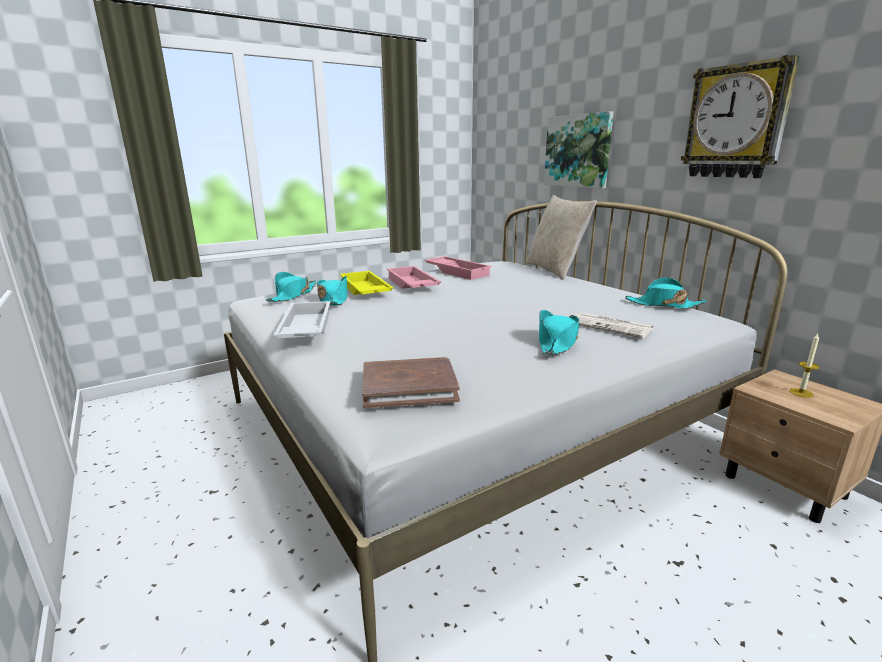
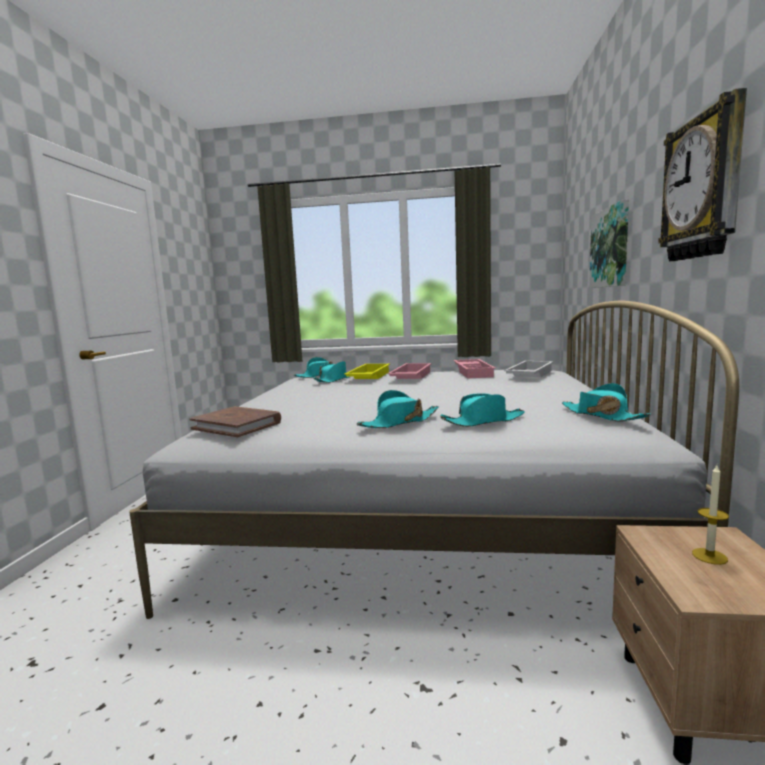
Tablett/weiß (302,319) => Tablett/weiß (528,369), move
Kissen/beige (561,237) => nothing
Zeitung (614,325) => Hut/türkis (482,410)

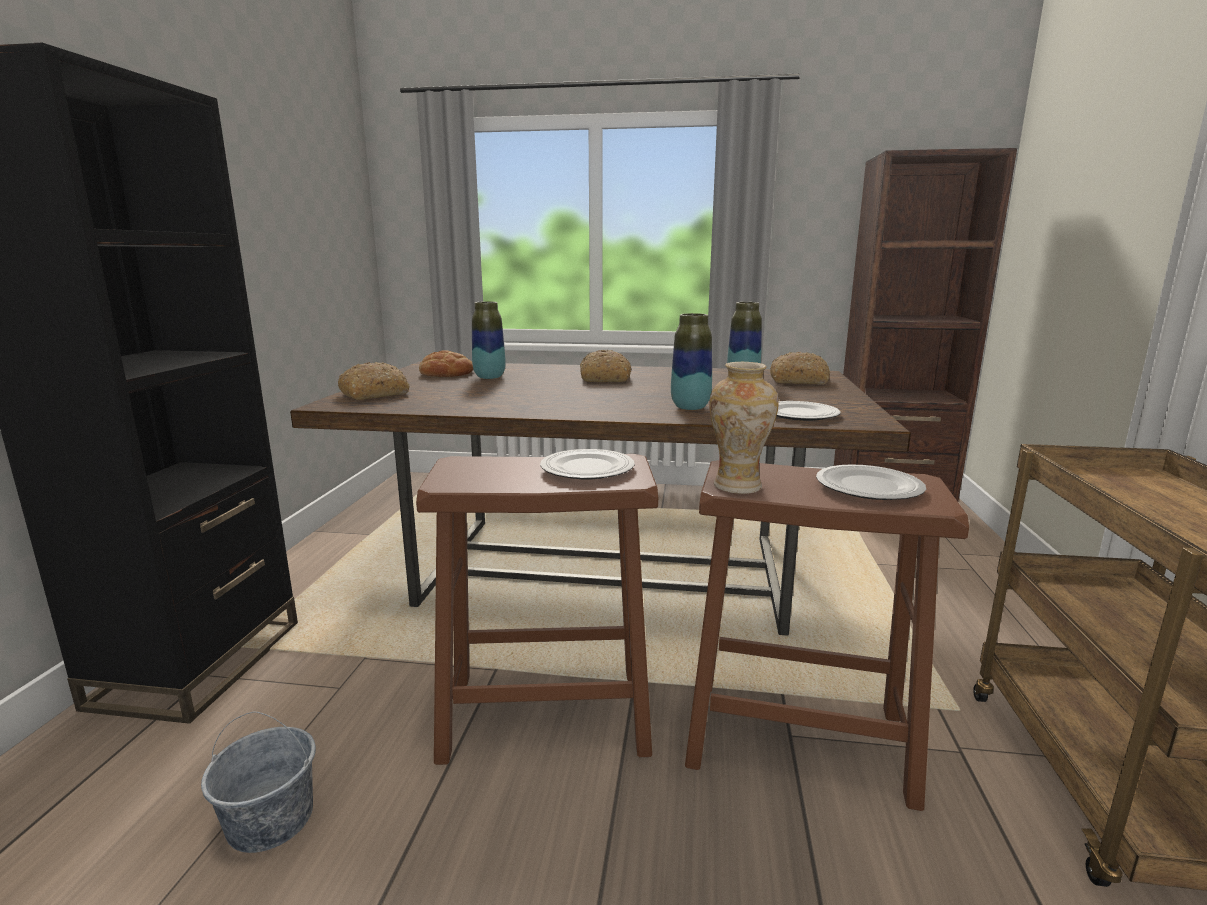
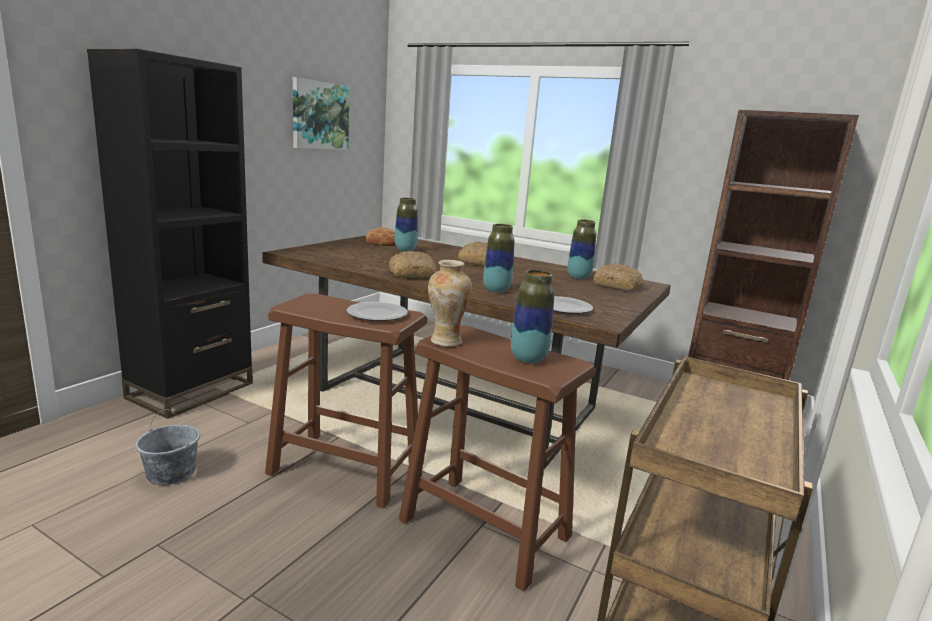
Brot (374,381) => Brot (412,264), move
Teller (871,482) => Vase (532,316)
nothing => Bild (321,113)

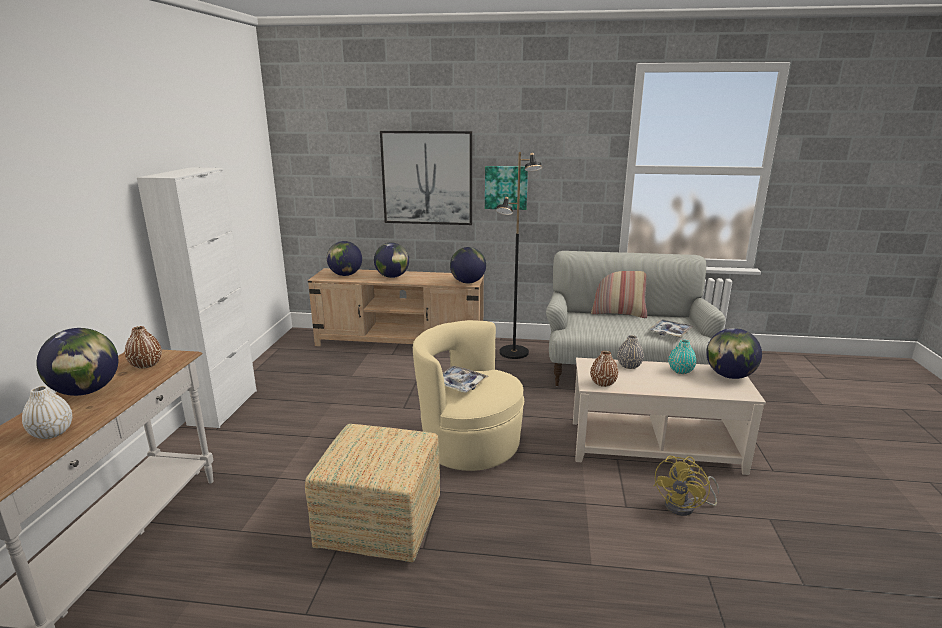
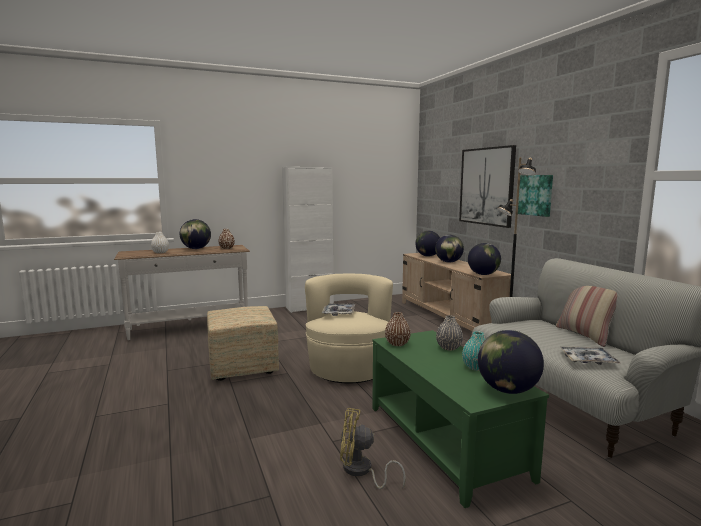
Couchtisch/beige (669,416) => Couchtisch/grün (460,419)

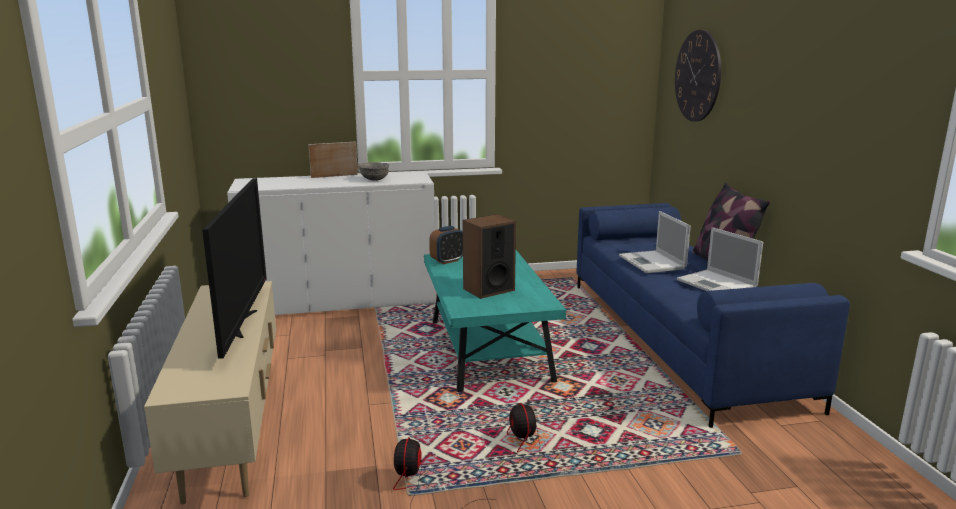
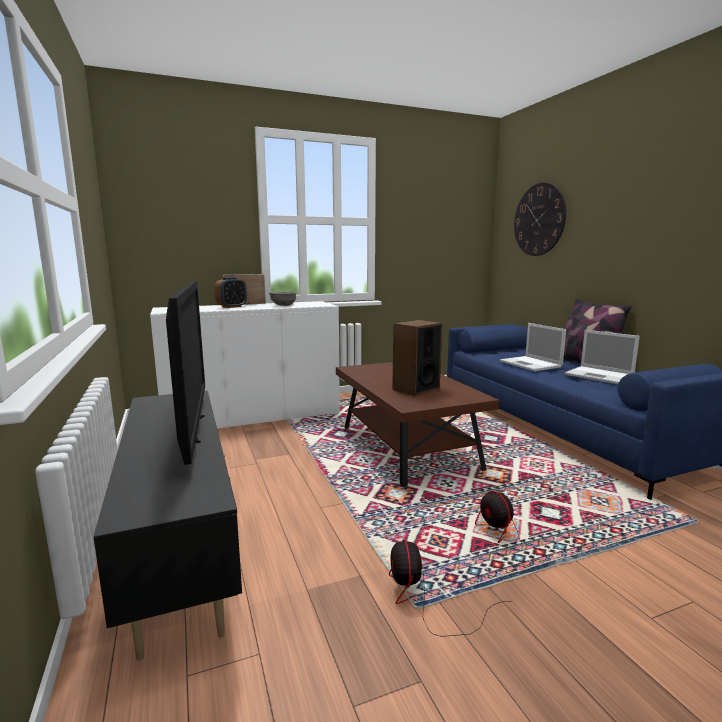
Fernsehschrank/beige (210,393) => Fernsehschrank/schwarz (167,525)
Couchtisch/türkis (495,321) => Couchtisch/braun (417,424)
Wecker (446,245) => Wecker (231,292), move

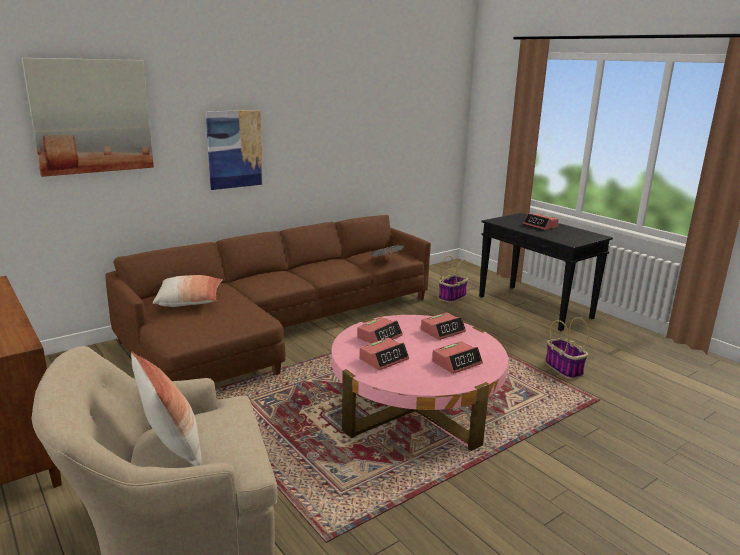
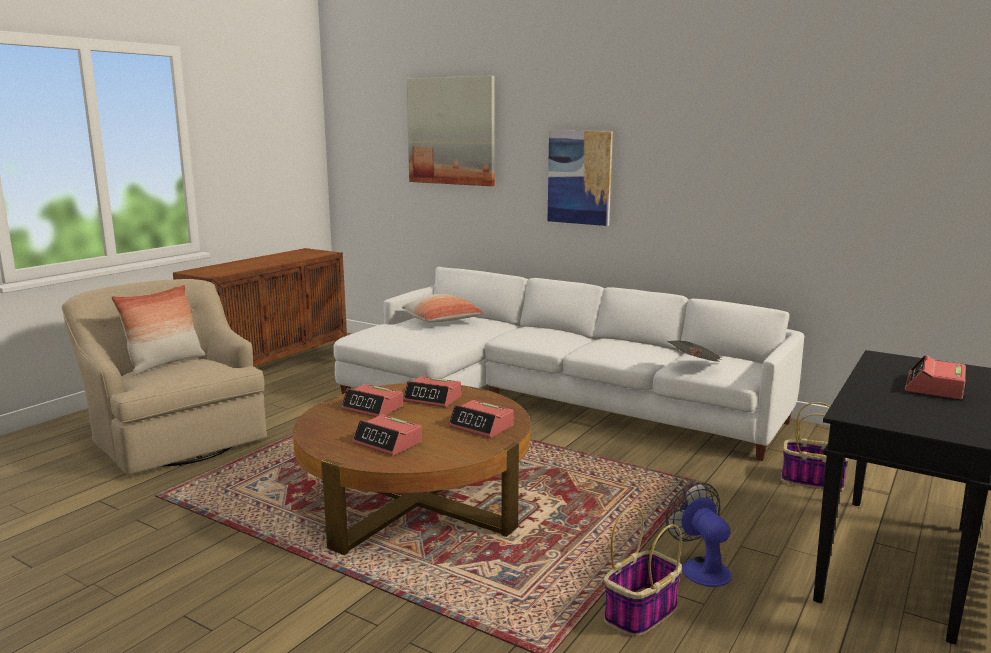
Sofa/braun (268,299) => Sofa/weiß (568,364)
Couchtisch/rosa (419,383) => Couchtisch/braun (412,469)
nothing => Ventilator (699,534)

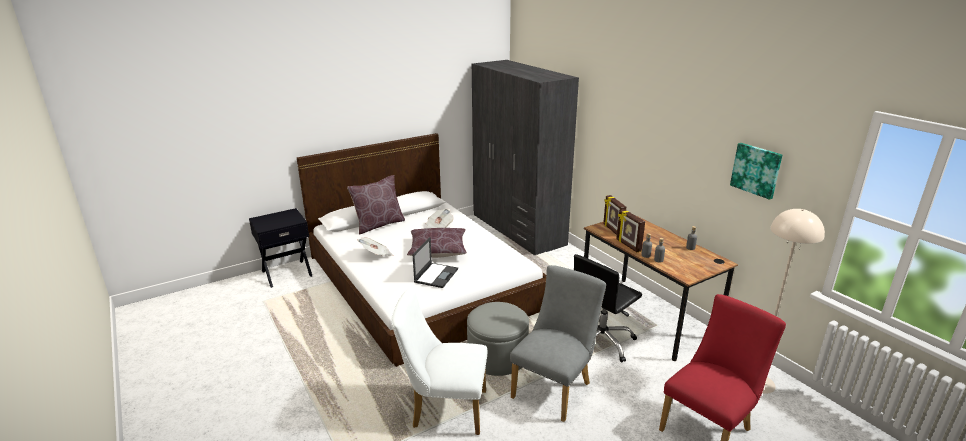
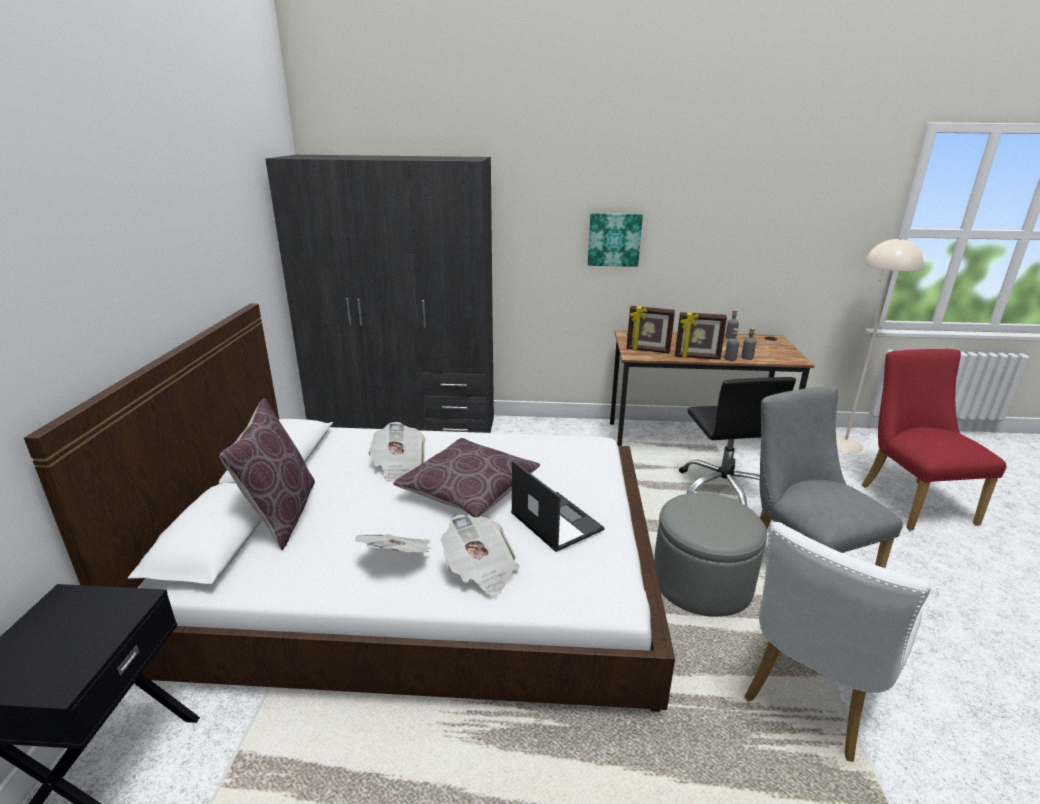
Bild (756,171) => Bild (615,240), move
nothing => Zeitung (480,555)

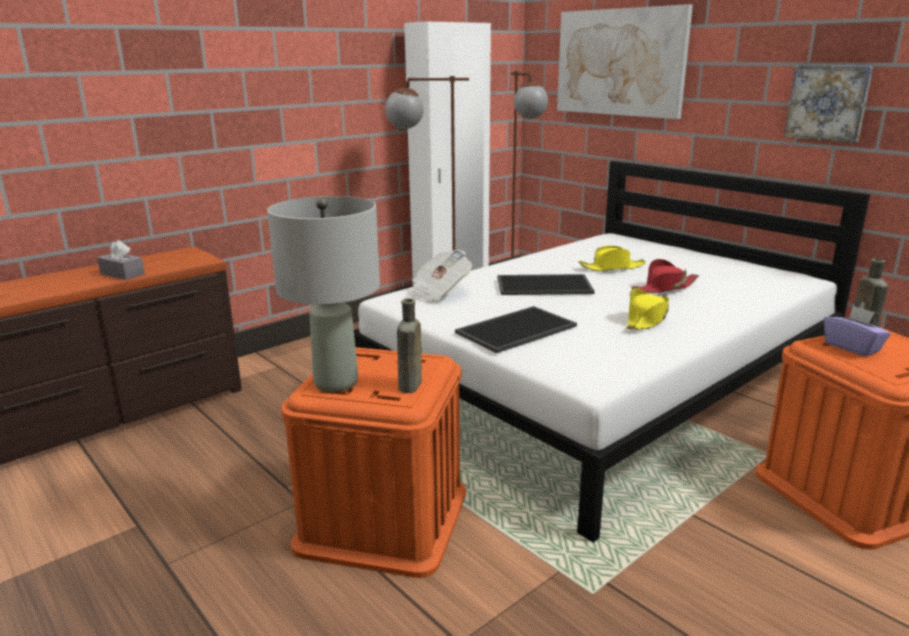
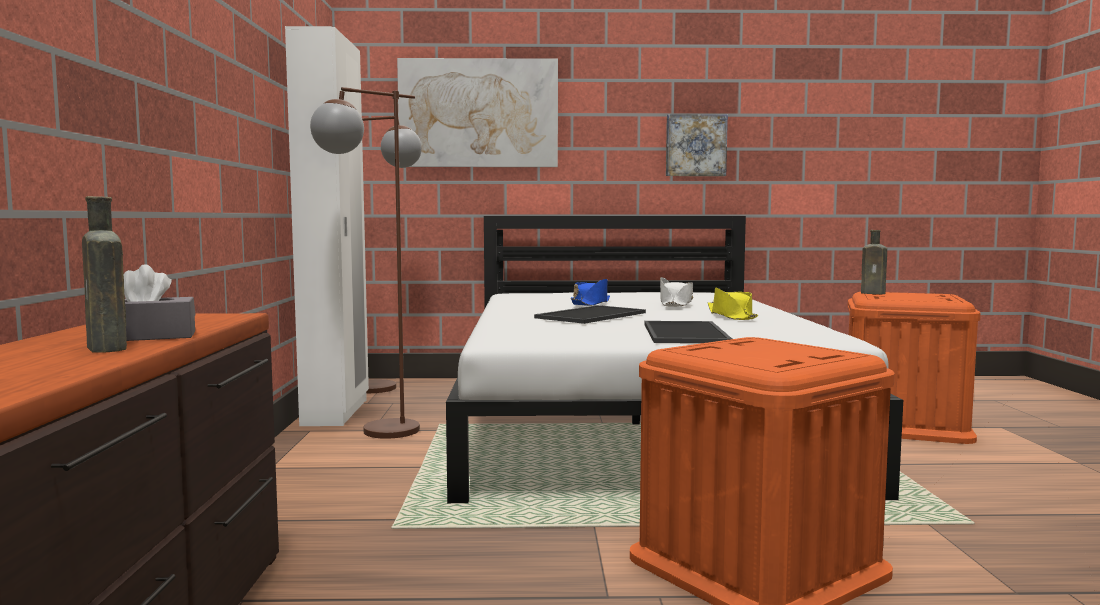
Tischlampe/grau (323,294) => nothing
Flasche/braun (409,345) => Flasche/braun (104,274), move
Zeitung (439,275) => nothing
Hut/gelb (612,258) => Hut/blau (590,292)
Hut/rot (665,276) => Hut/weiß (676,292)
Taschentuchbox/lila (857,330) => nothing

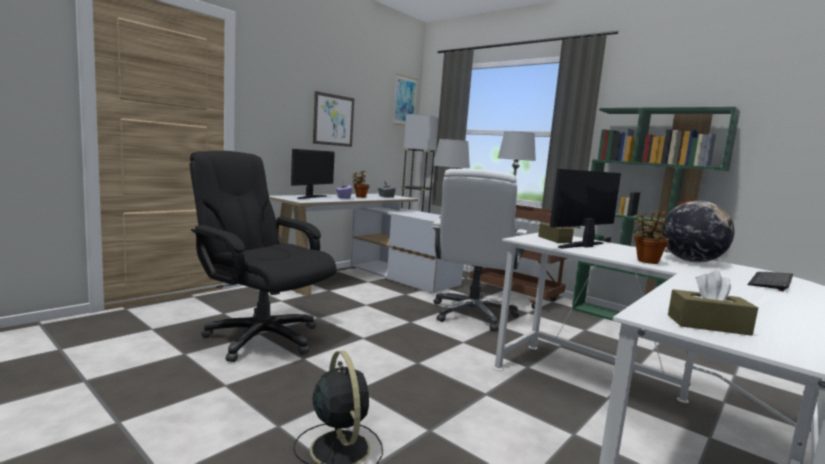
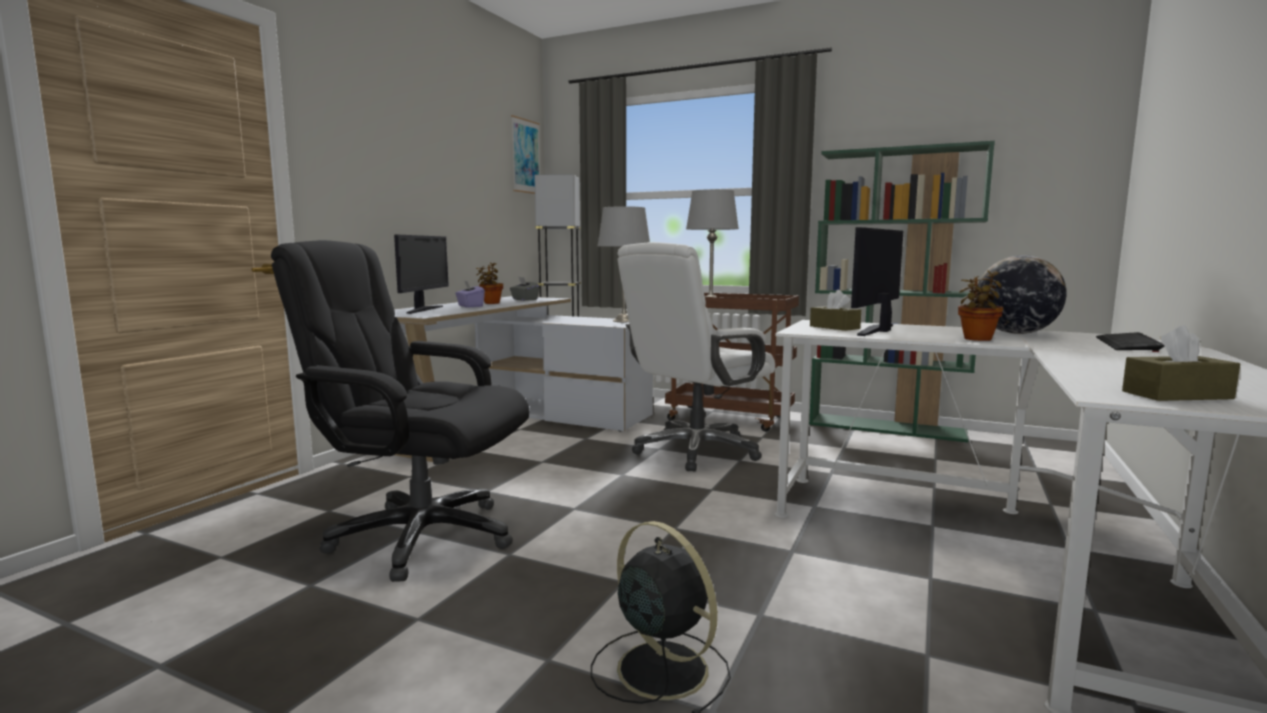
Bild (333,119) => nothing
Bürostuhl/weiß (480,250) => Bürostuhl/weiß (696,357), 45 degrees clockwise

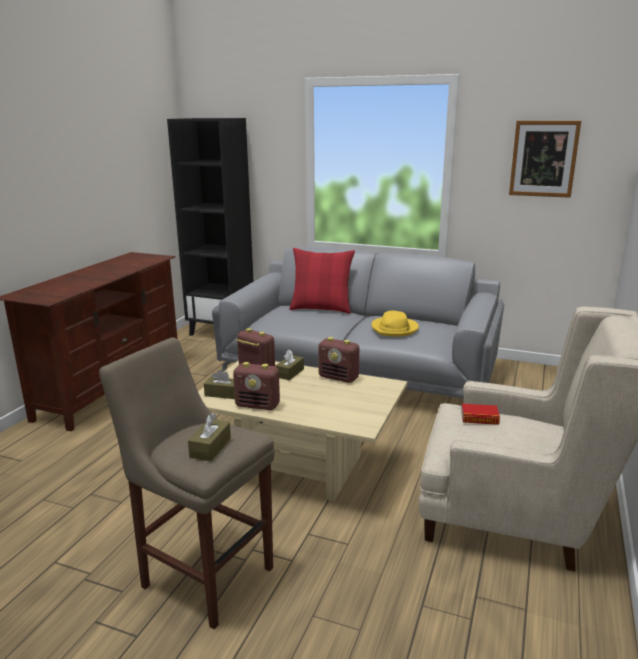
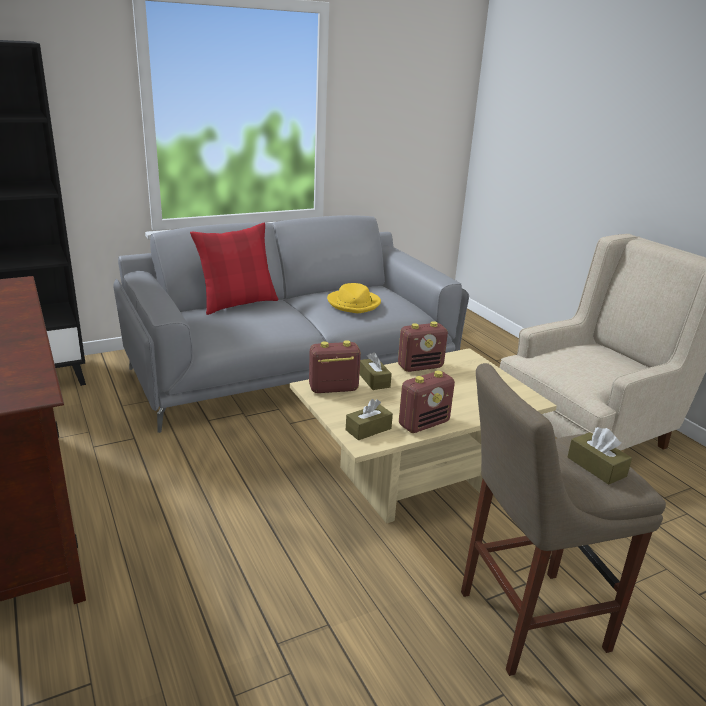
Buch (480,414) => nothing
Bild (545,159) => nothing

